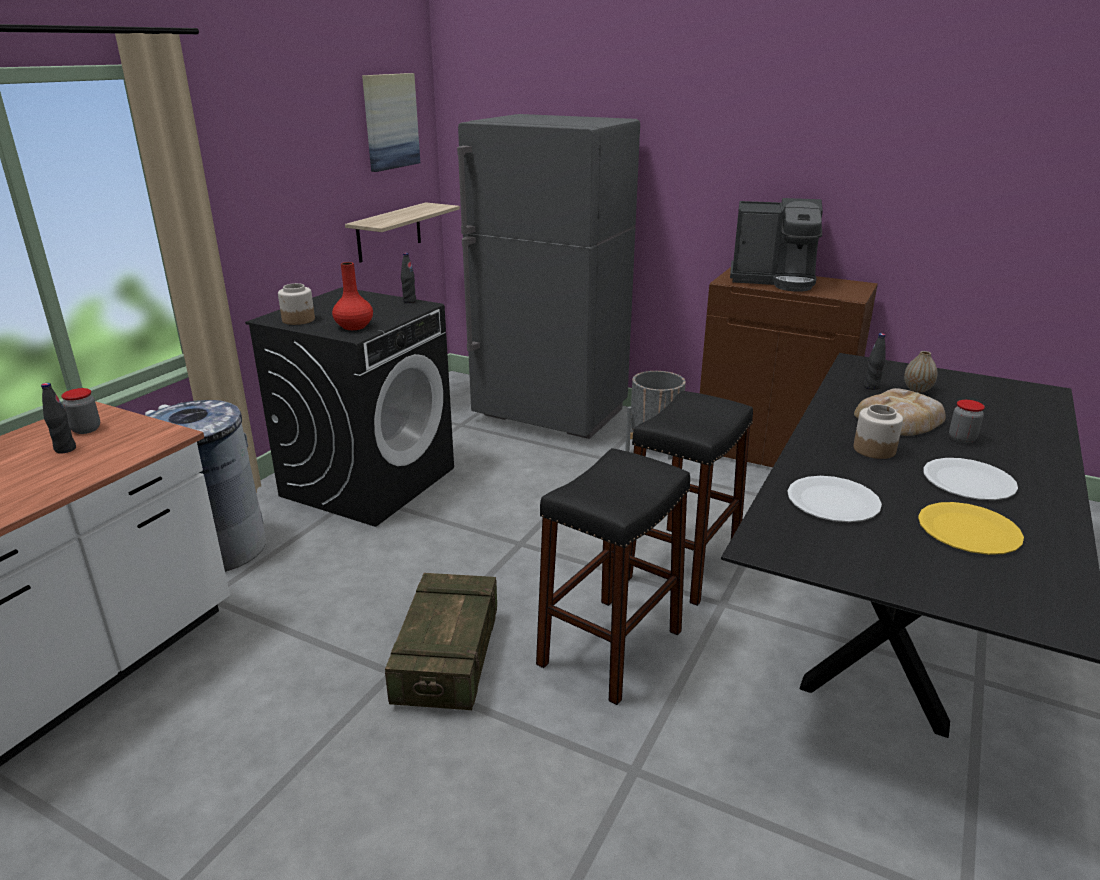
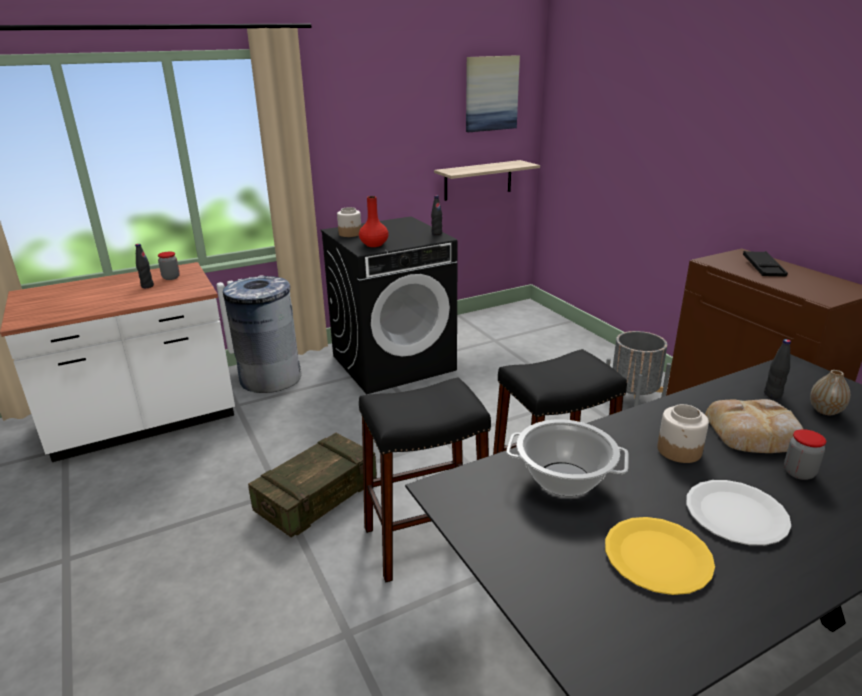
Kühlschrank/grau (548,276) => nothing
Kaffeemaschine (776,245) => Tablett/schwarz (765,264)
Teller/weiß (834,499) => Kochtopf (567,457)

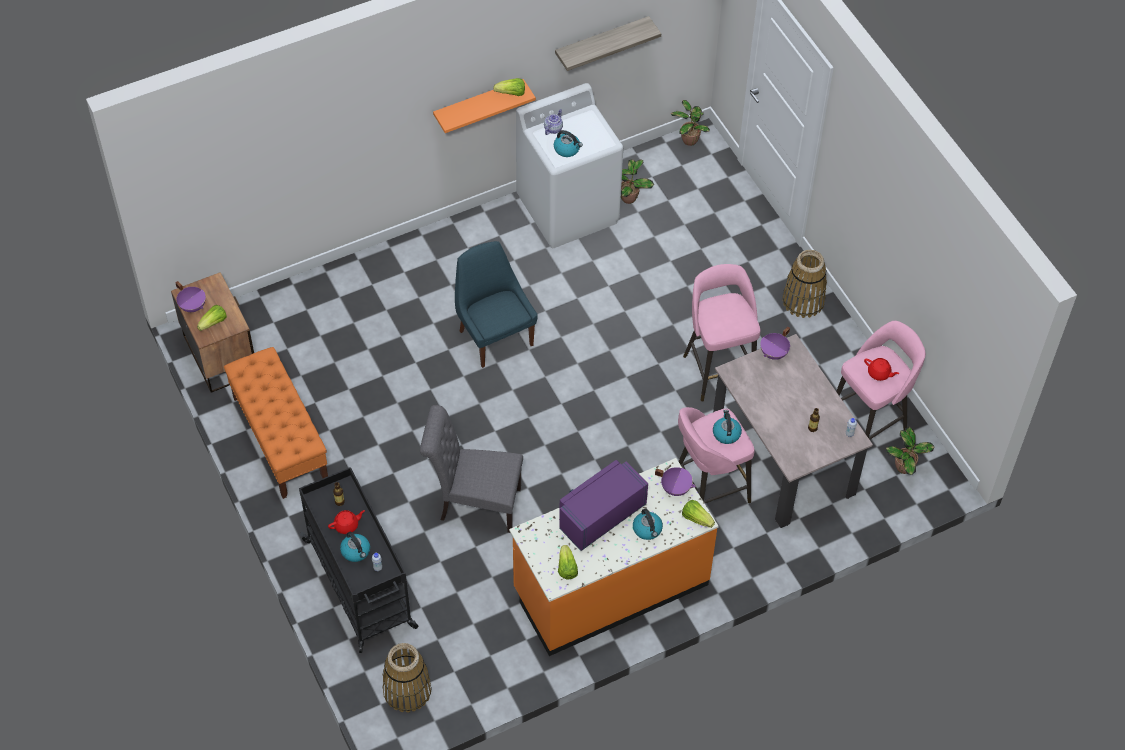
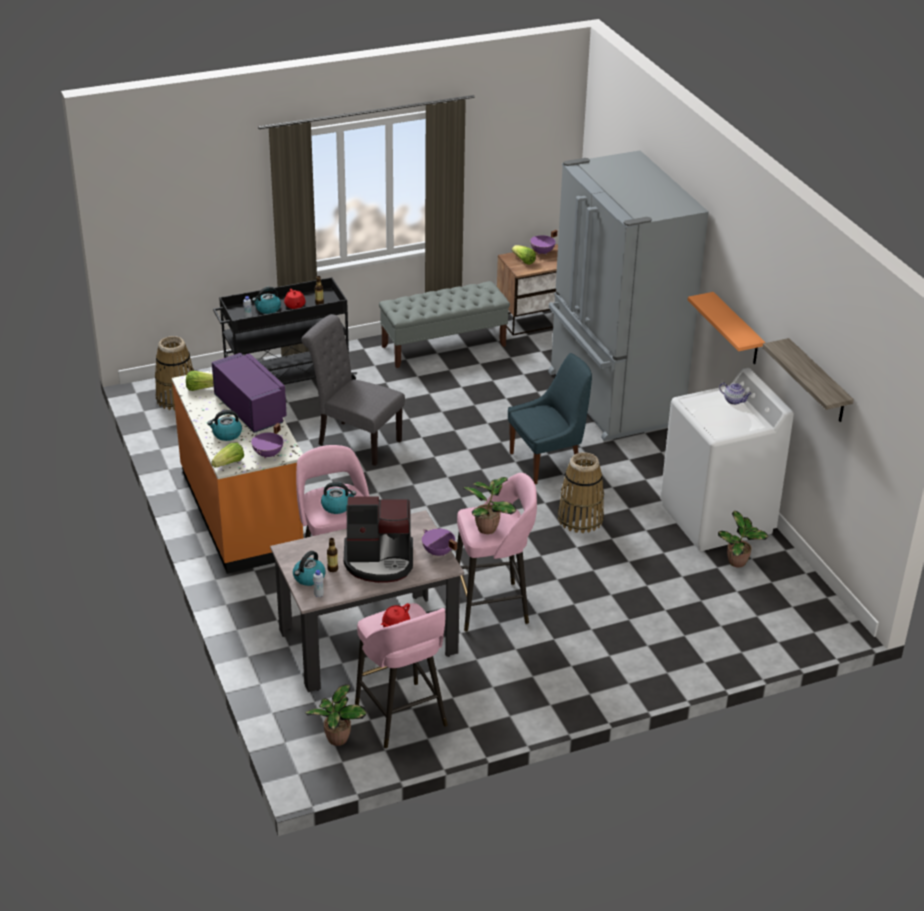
Bank/orange (276,423) => Bank/grau (444,324)
Stuhl/grau (471,469) => Stuhl/grau (353,390), 75 degrees counterclockwise
Salatkopf (509,87) => nothing
Wasserkessel (568,143) => Wasserkessel (309,568), move
Topfpflanze (690,123) => Topfpflanze (489,505), move
Korb (804,284) => Korb (581,492), move
nothing => Kaffeemaschine (378,539)
nothing => Kühlschrank/grau (628,295)

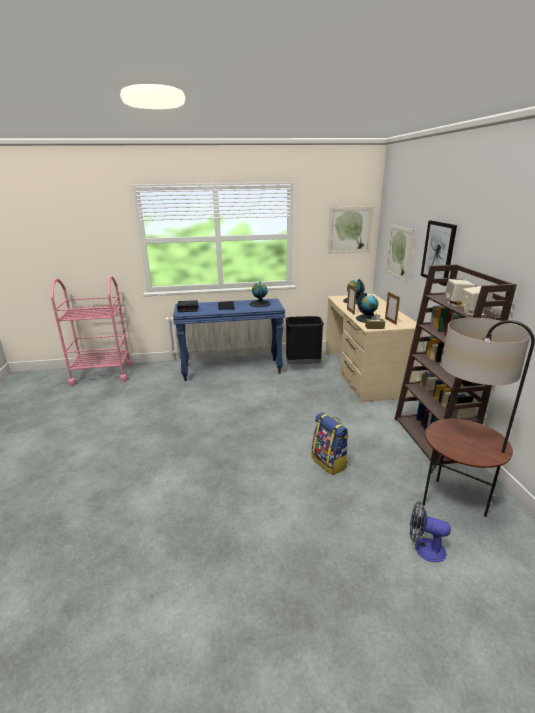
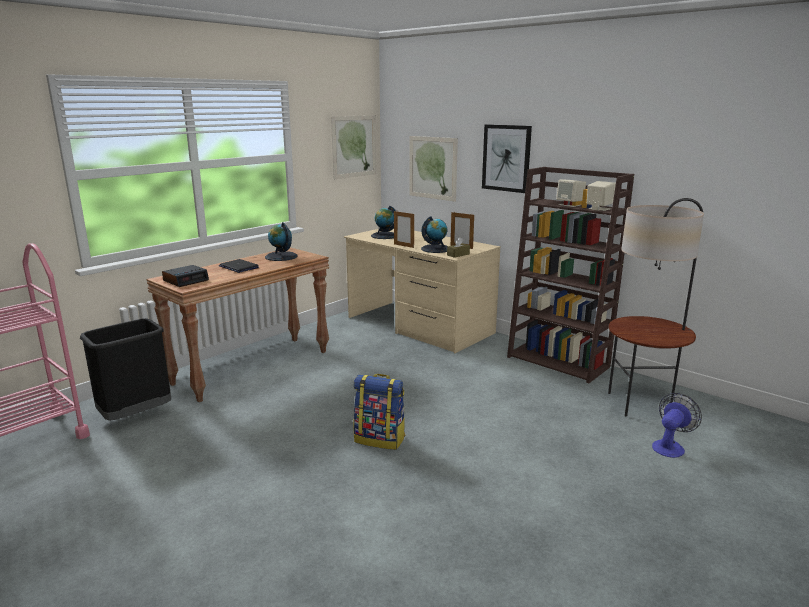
Konsolentisch/blau (229,340) => Konsolentisch/braun (237,325)
Mülleimer/schwarz (304,340) => Mülleimer/schwarz (125,369), move
Rucksack (330,443) => Rucksack (379,412), move
Ventilator (430,531) => Ventilator (677,425), 150 degrees clockwise

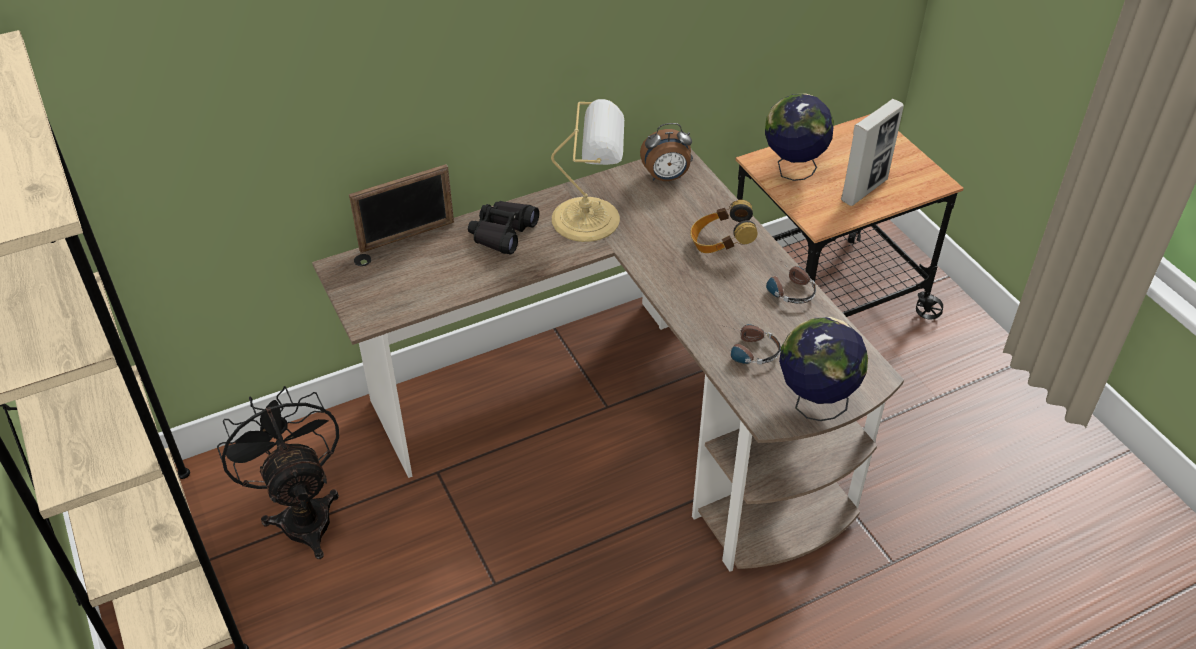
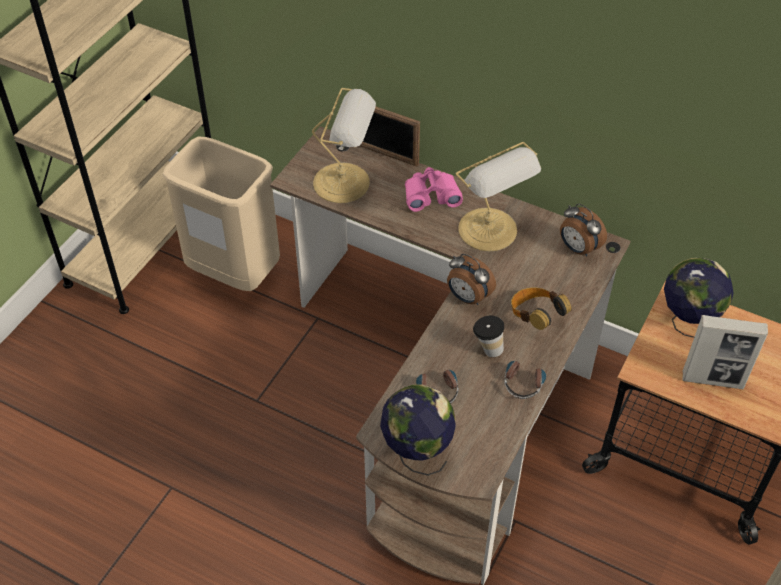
Ventilator/schwarz (278,472) => Mülleimer/beige (221,213)
Fernglas/schwarz (503,228) => Fernglas/rosa (434,189)
nothing => Tischlampe (344,145)
nothing => Wecker (471,279)
nothing => Tasse (488,336)

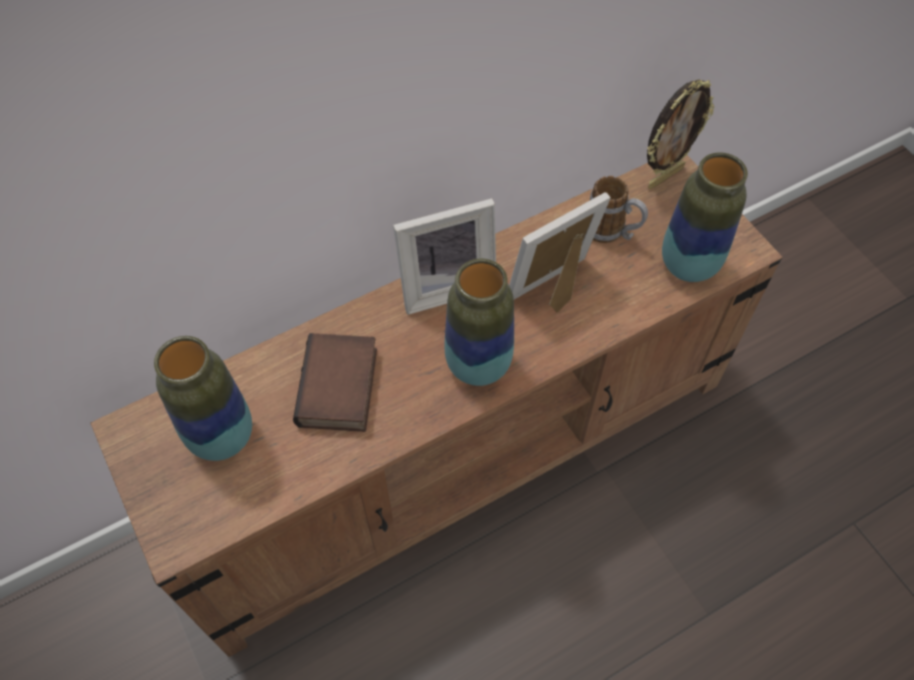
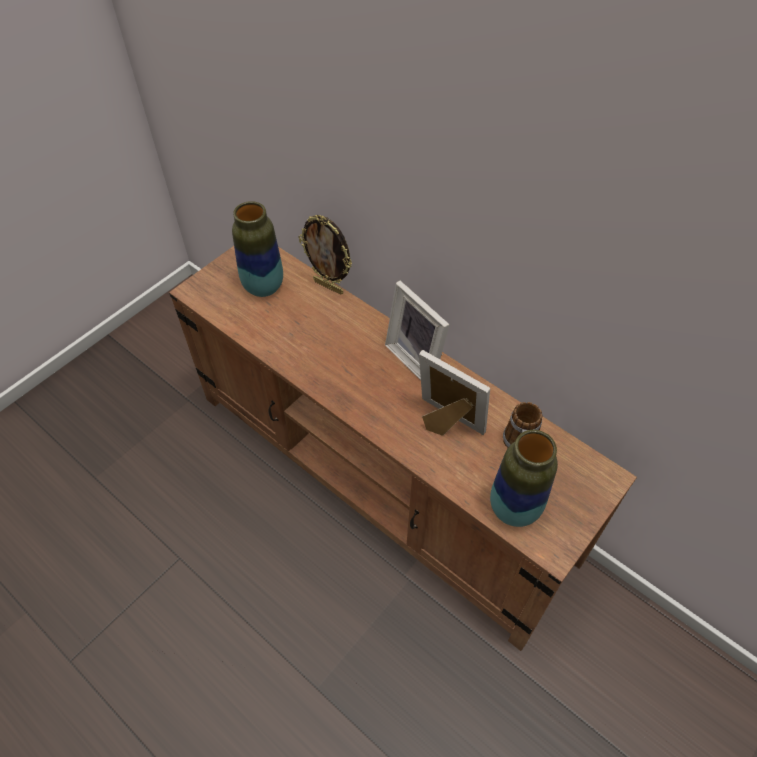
Buch (335,382) => nothing
Vase (479,322) => nothing
Bilderrahmen (680,134) => Bilderrahmen (325,255), move

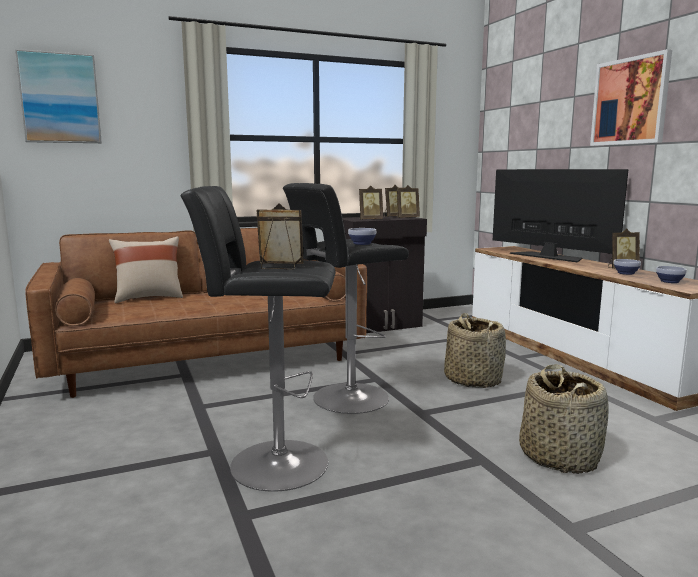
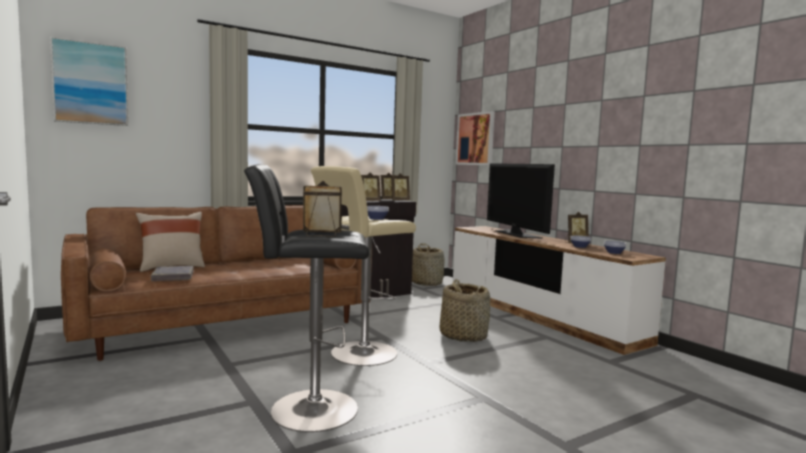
Hocker/schwarz (346,298) => Hocker/beige (363,266)
Fernseher (560,216) => Fernseher (521,201), 150 degrees counterclockwise
Korb (564,419) => Korb (428,264), move
Bild (631,97) => Bild (475,138), move
nothing => Buch/grau (172,273)

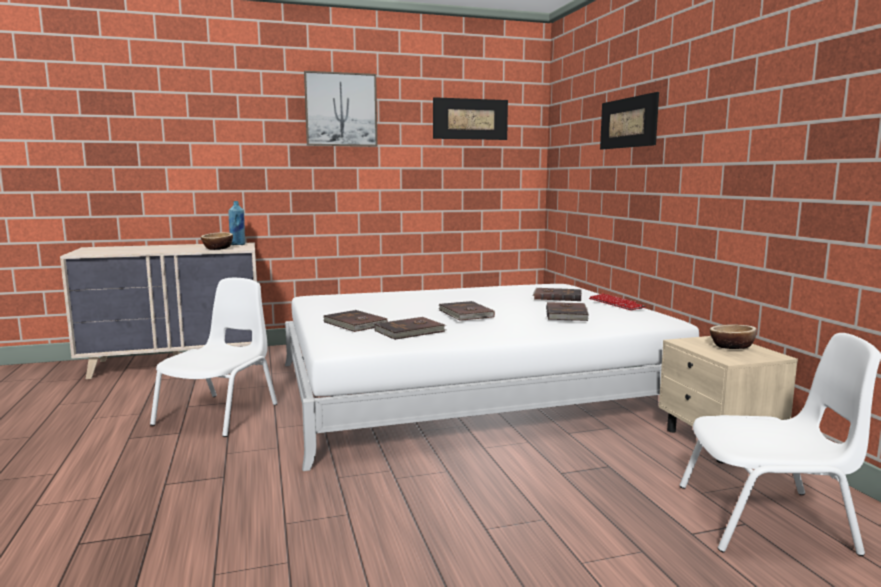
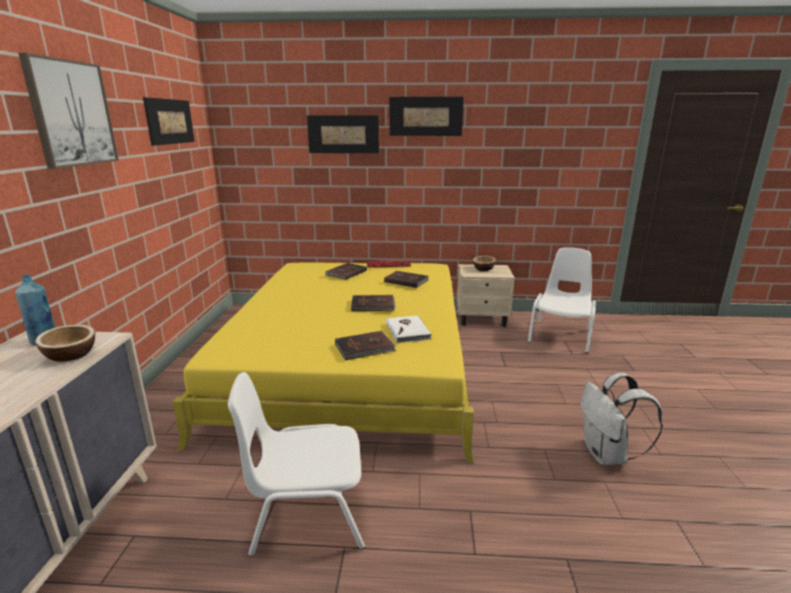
Stuhl/weiß (213,357) => Stuhl/weiß (296,464), 45 degrees counterclockwise
Bett/weiß (492,377) => Bett/gelb (323,363)
Buch/braun (410,328) => Buch/weiß (409,329)
nothing => Bild (427,116)
nothing => Rucksack/weiß (622,419)

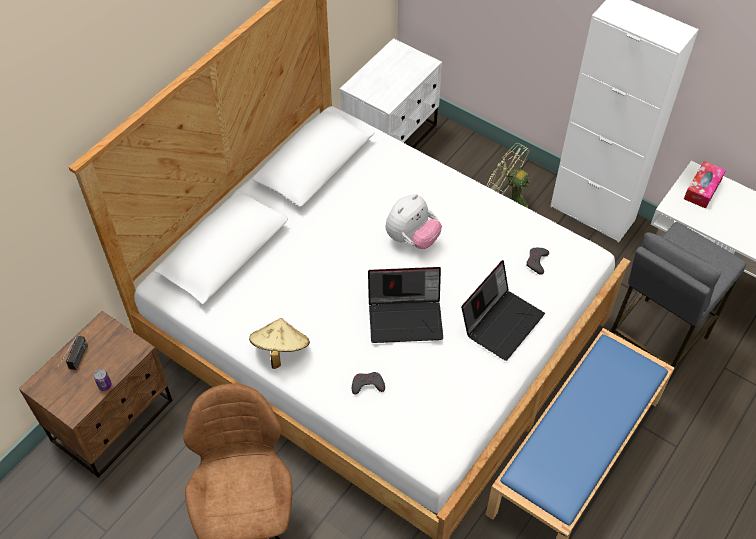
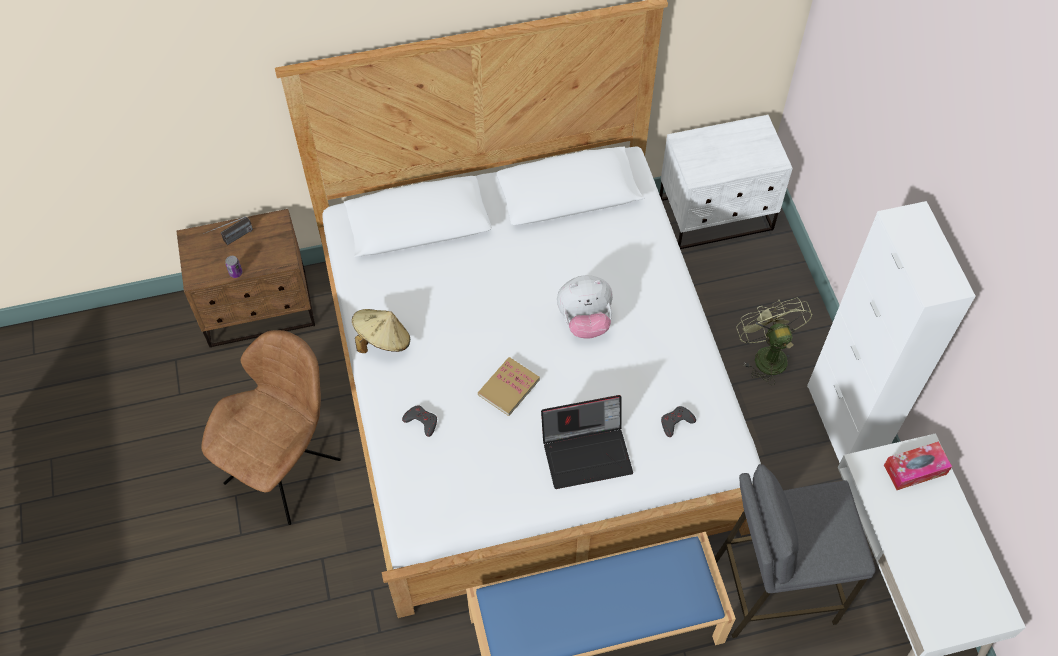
Laptop (405,305) => Buch (509,386)

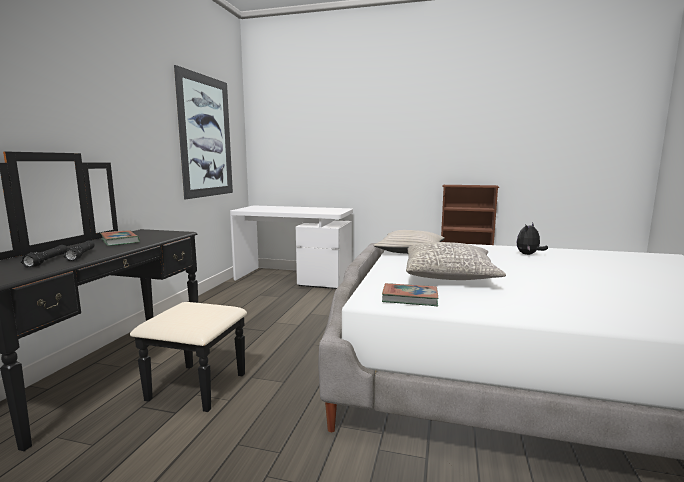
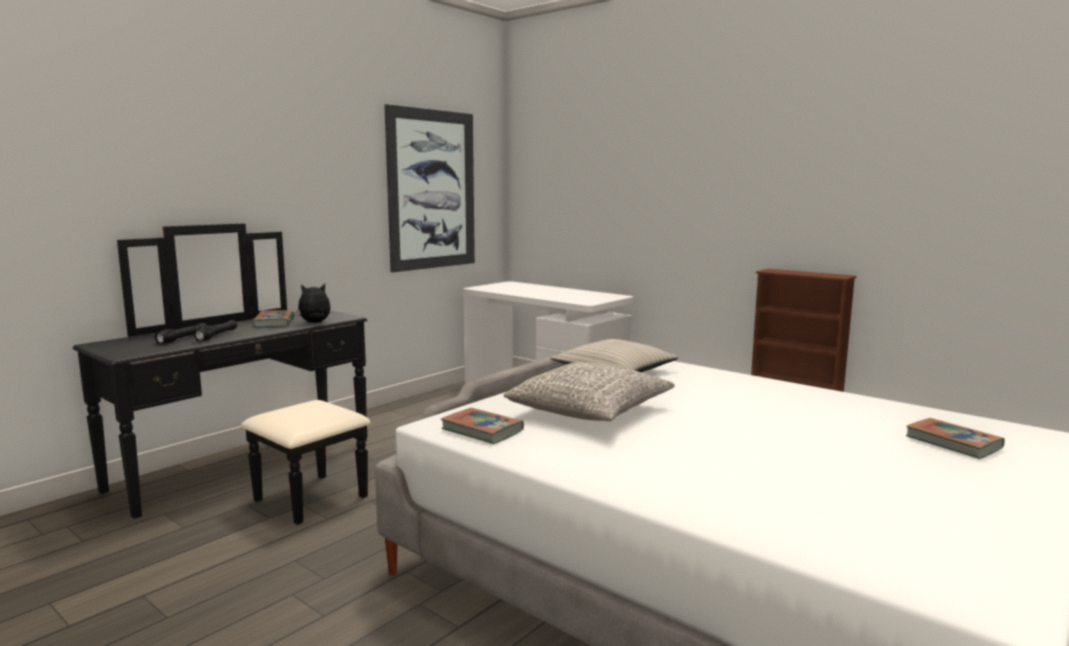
Plüschtier (532,239) => Plüschtier (313,303), move
nothing => Buch (955,438)

